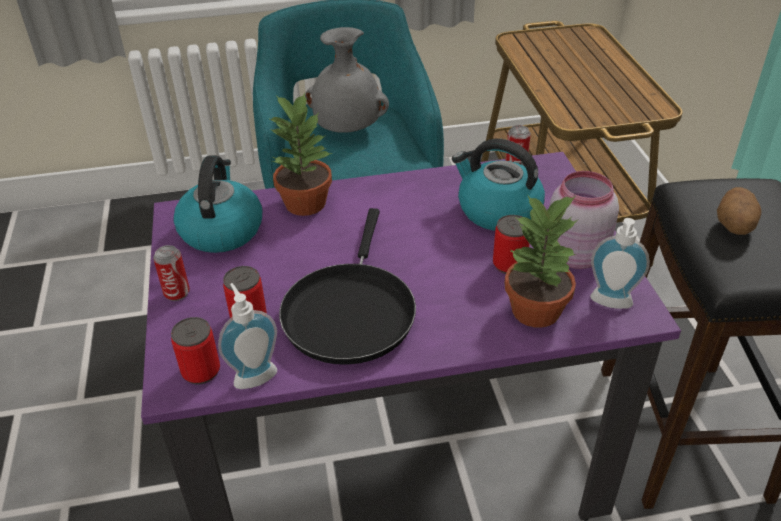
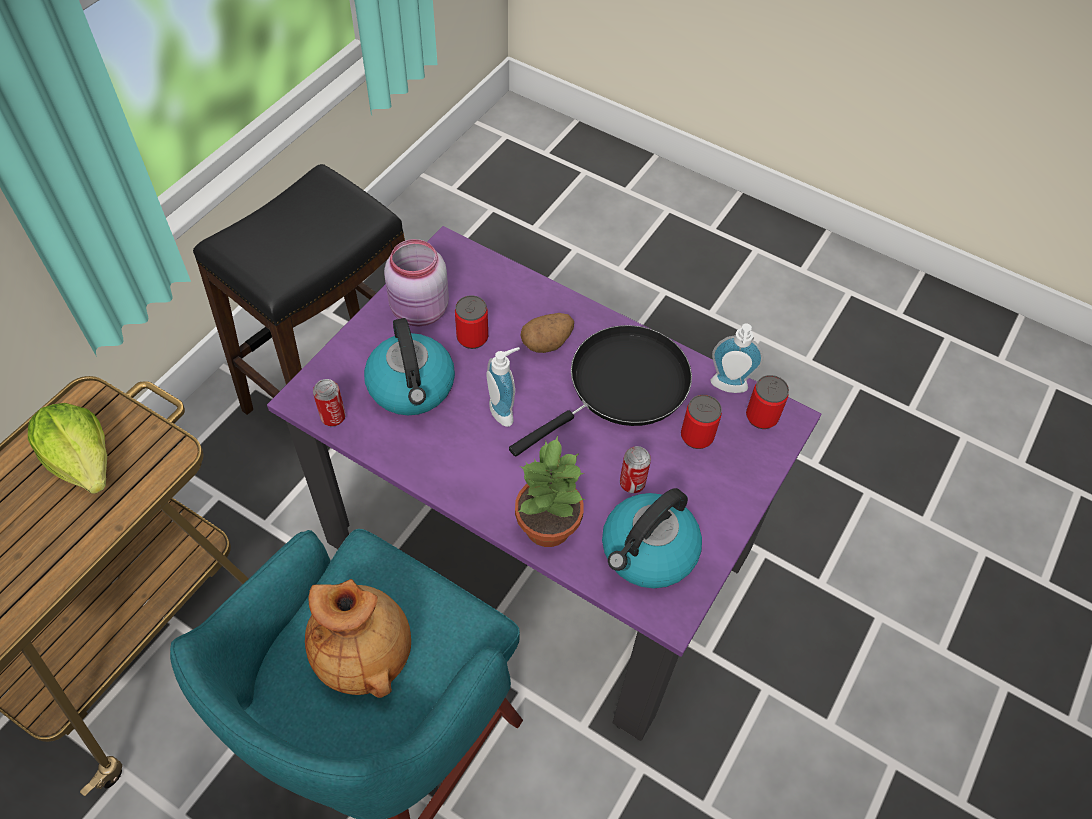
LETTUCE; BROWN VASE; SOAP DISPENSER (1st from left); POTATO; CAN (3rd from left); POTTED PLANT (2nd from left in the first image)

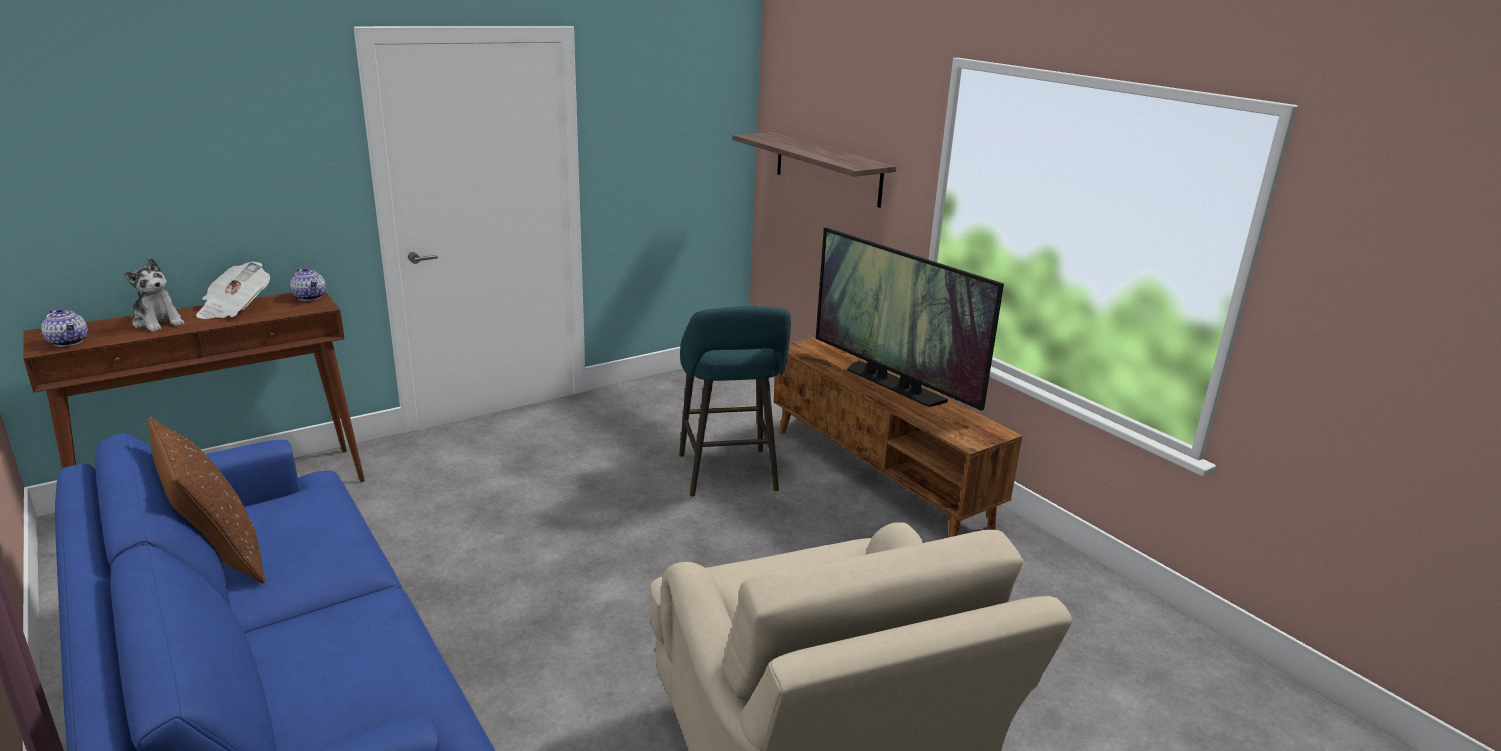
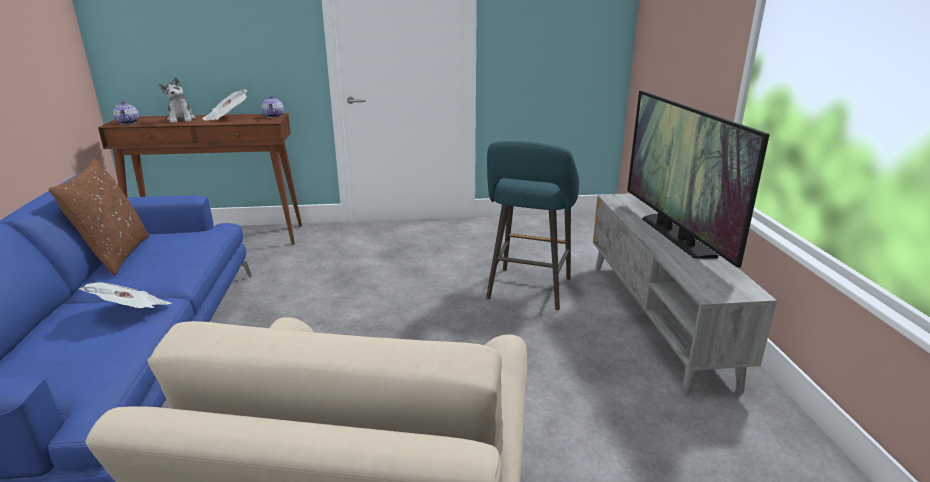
NEWSPAPER (1st from left); GREY TV STAND; SHELF

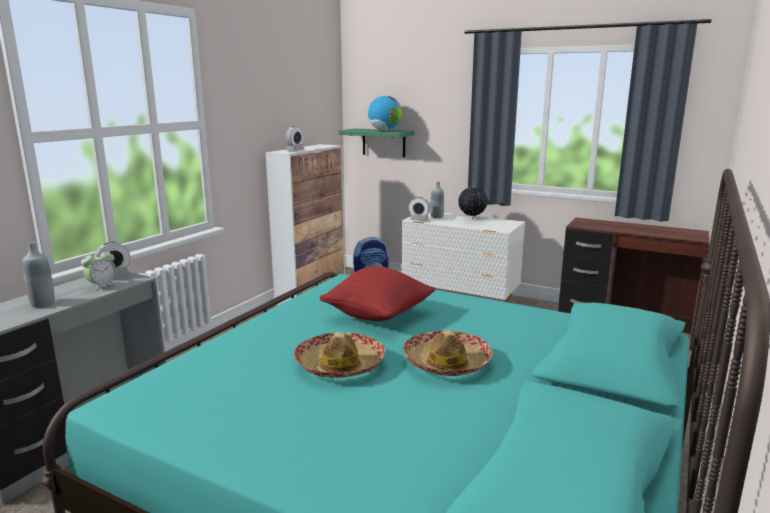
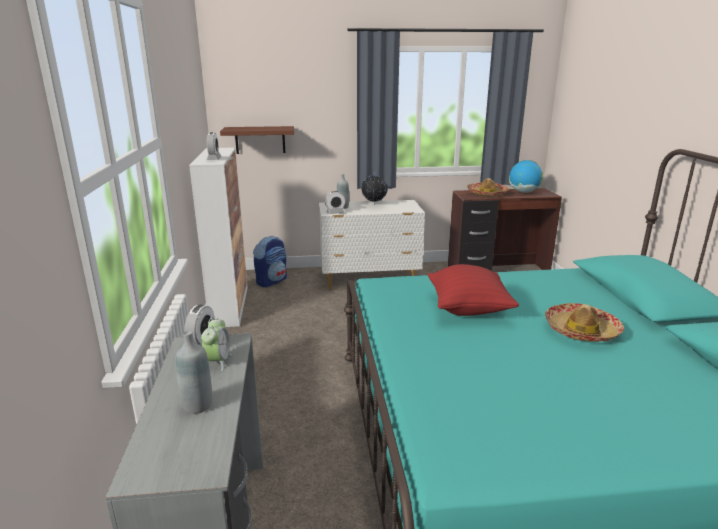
BROWN SHELF; HAT (1st from left); GLOBE (2nd from left)

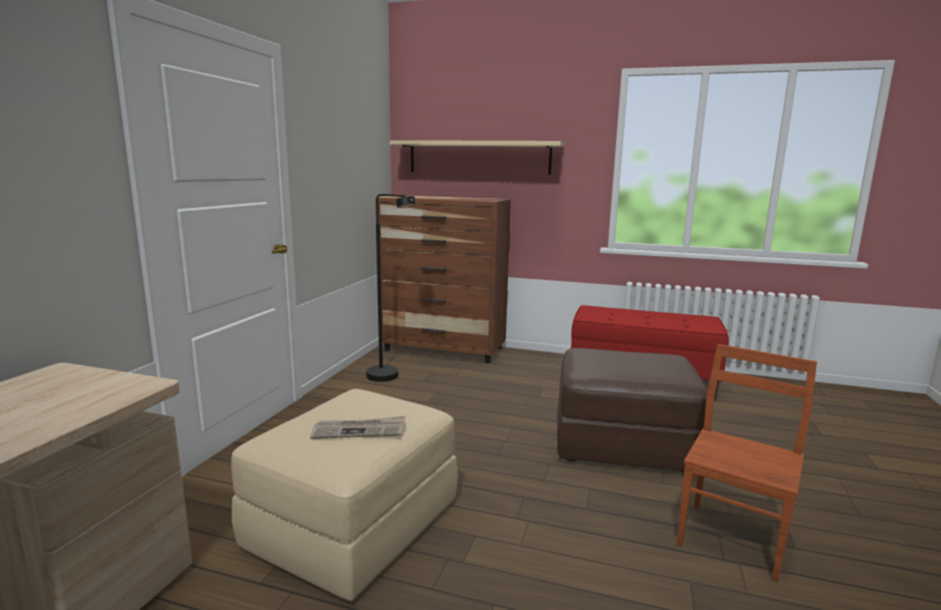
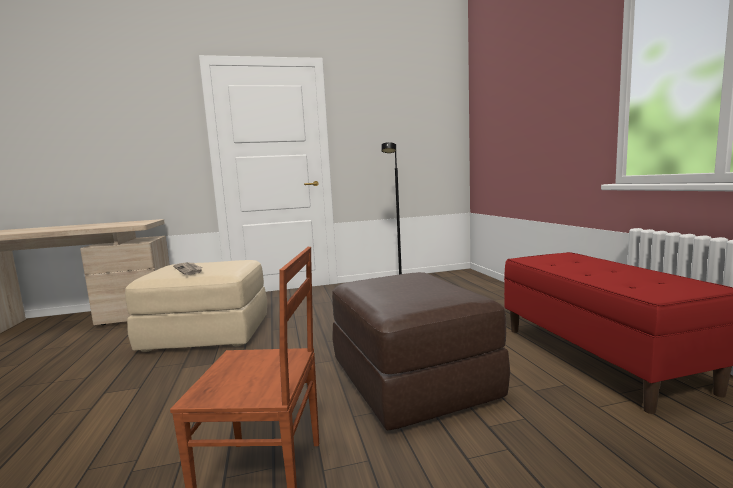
BROWN DRESSER; BEIGE SHELF

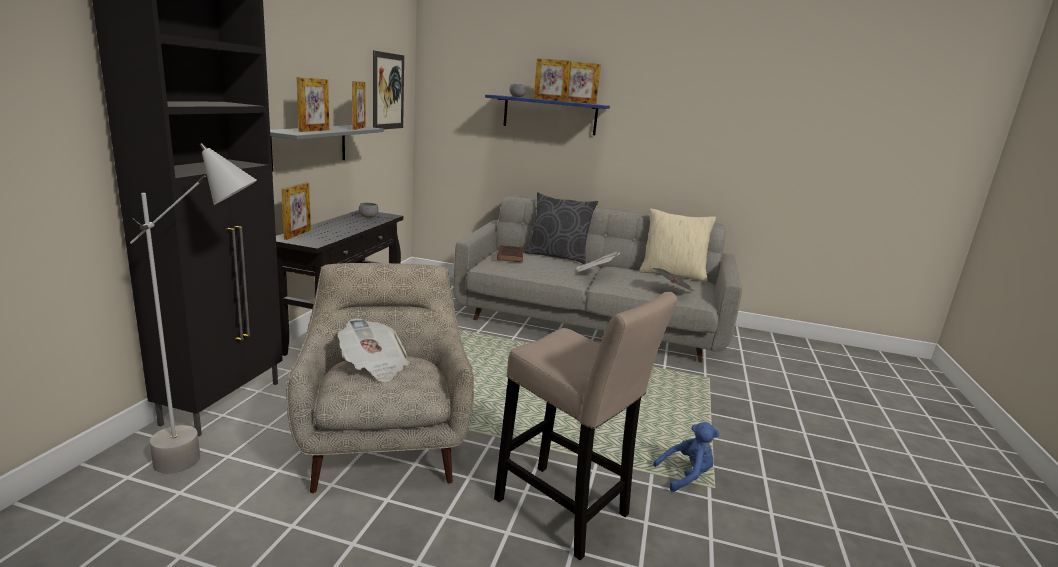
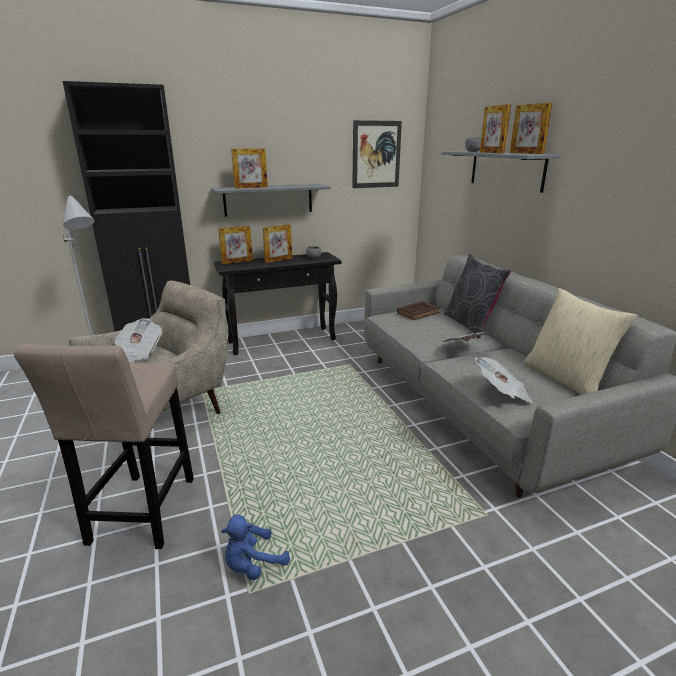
BLUE PLUSH TOY; PICTURE FRAME (3rd from left); GREY SHELF (2nd from left)

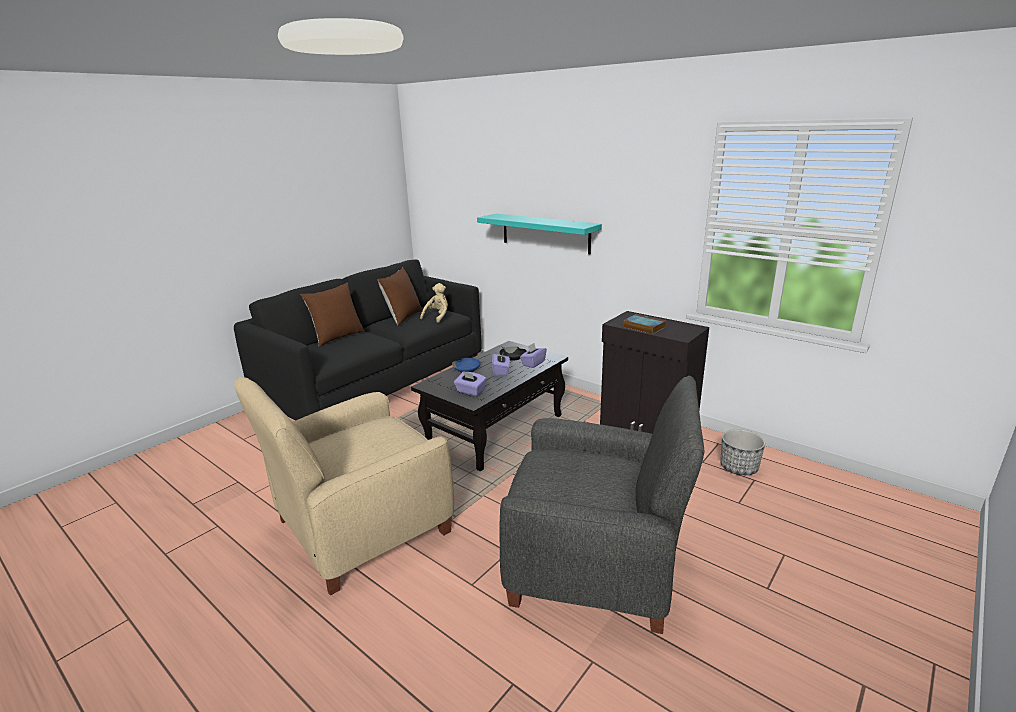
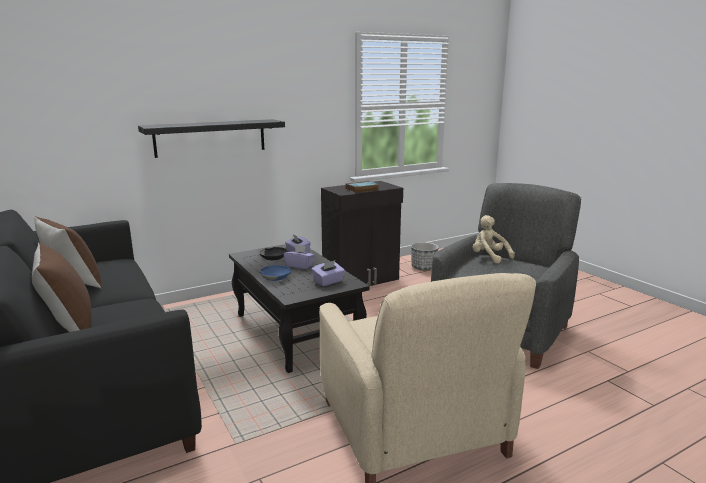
BLACK SHELF; BEIGE PLUSH TOY

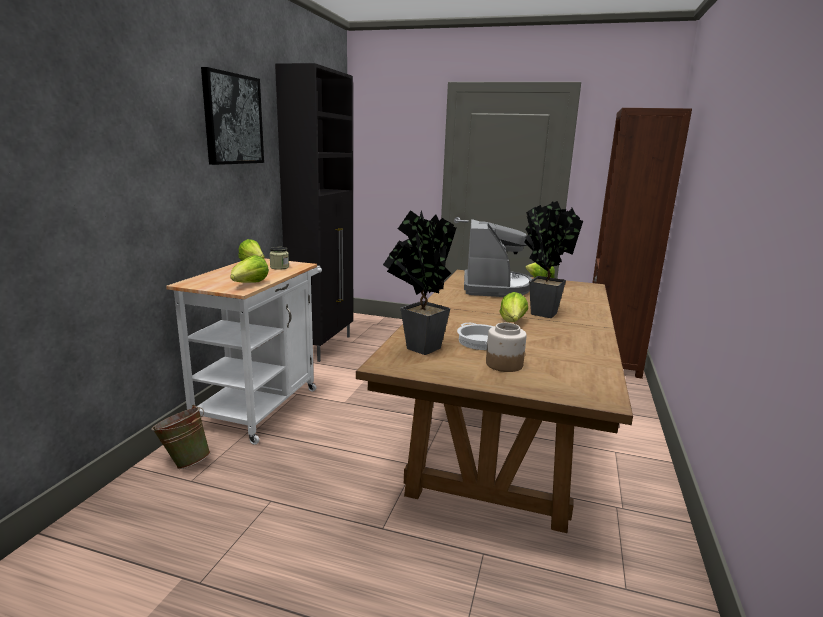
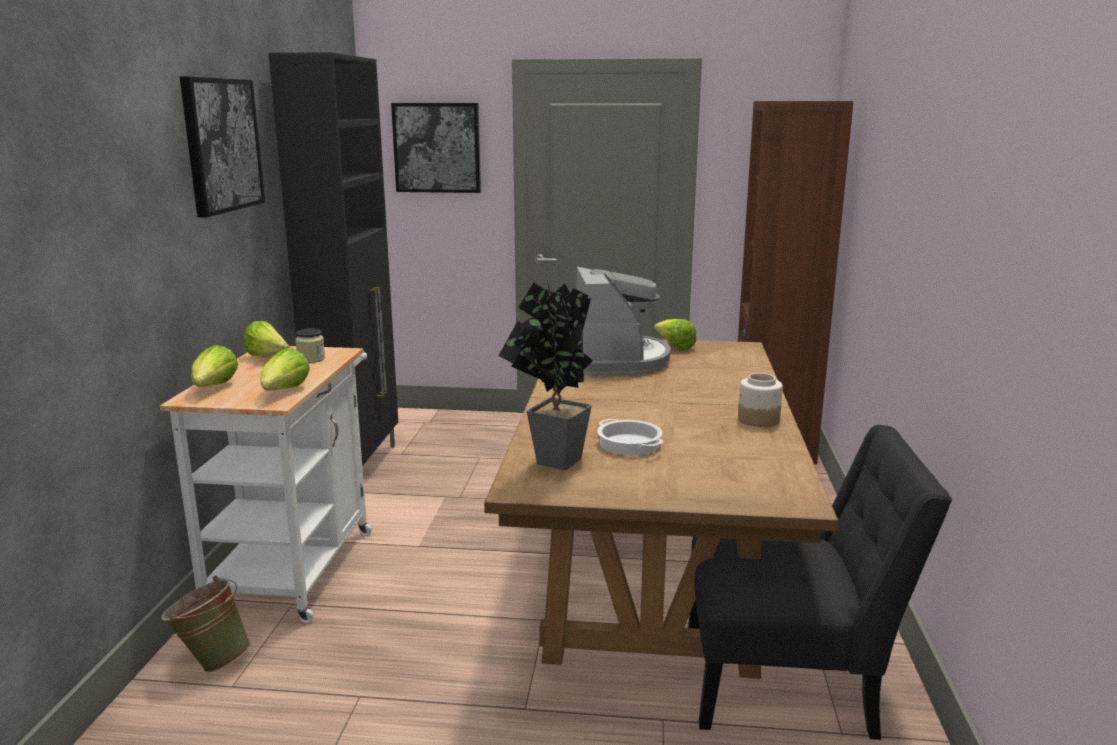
LETTUCE (1st from left); PICTURE (2nd from left); BLACK CHAIR; JAR (2nd from left); POTTED PLANT (2nd from left in the first image)

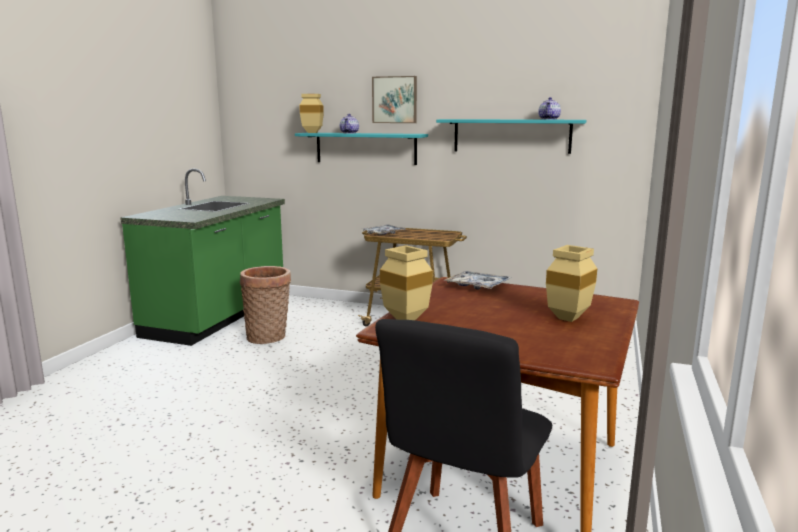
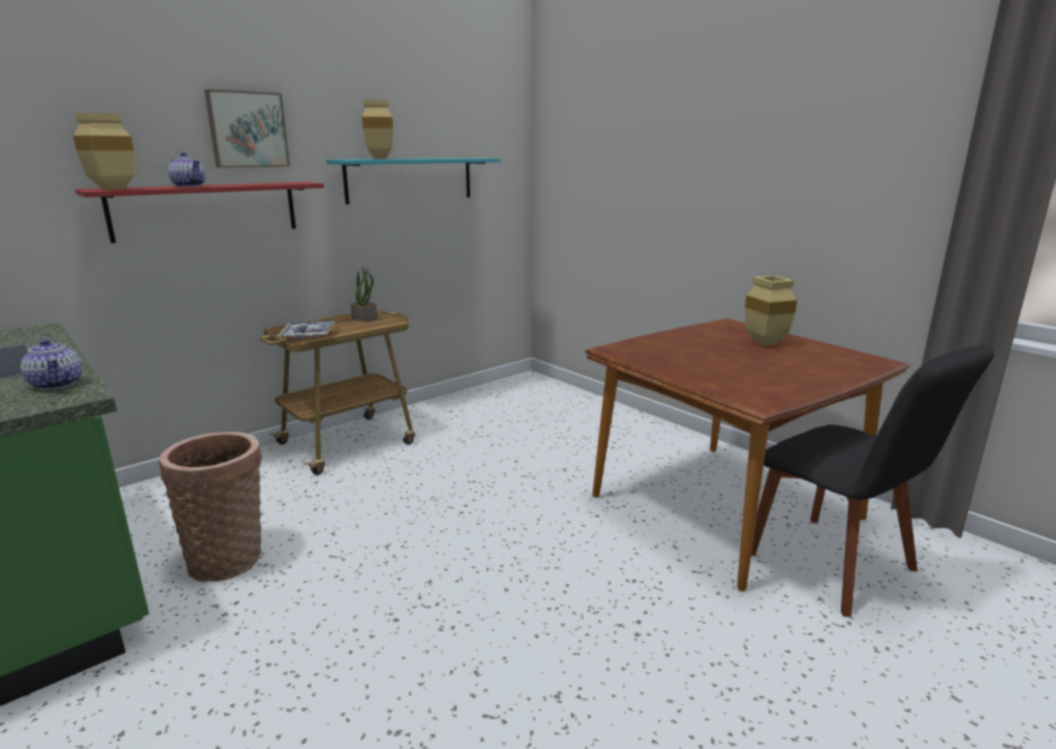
TEAPOT (1st from left); RED SHELF; POTTED PLANT; BEIGE VASE (2nd from left); TRAY (2nd from left in the first image)

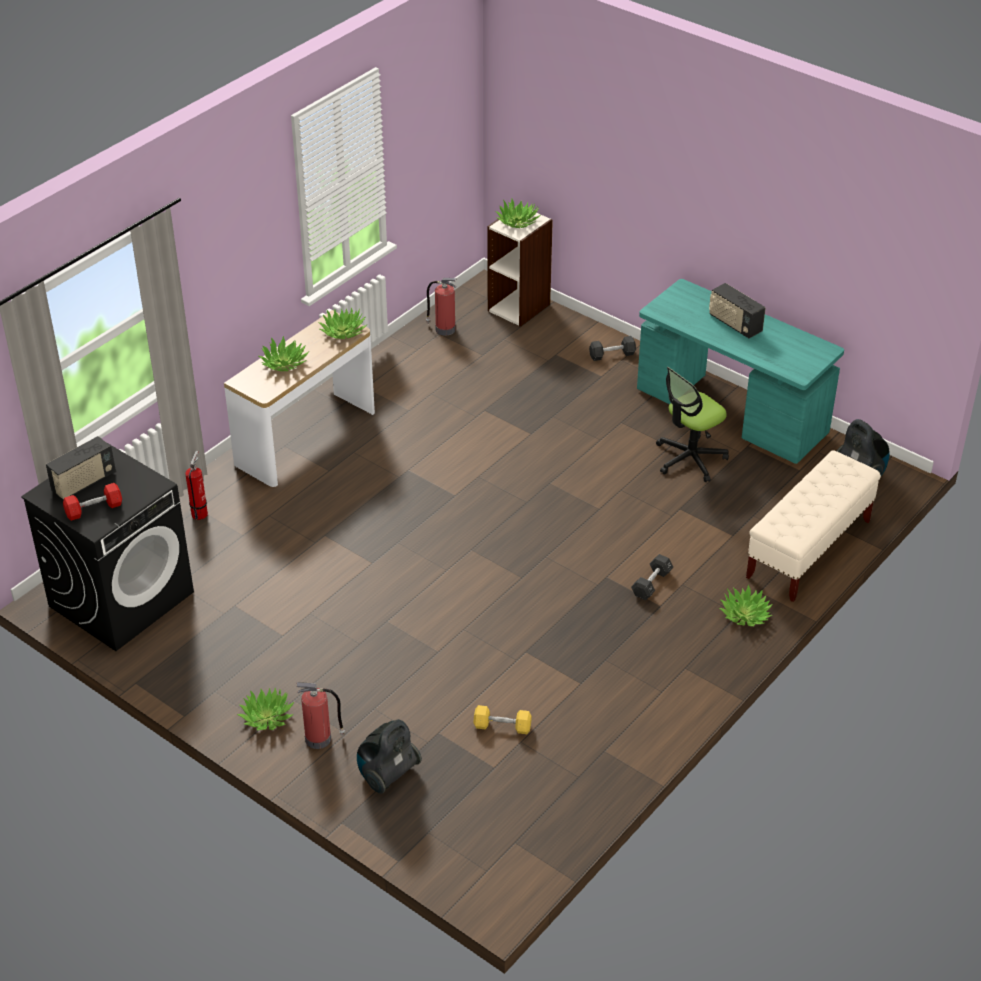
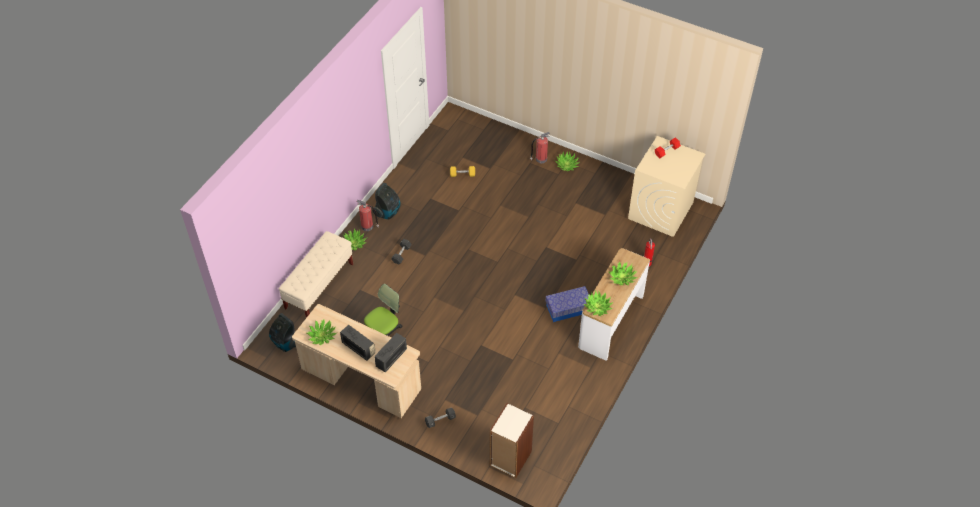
BEIGE DESK; POTTED PLANT (1st from left); FIRE EXTINGUISHER (1st from left); VACUUM CLEANER (2nd from left); RADIO (2nd from left); STORAGE BOX; BEIGE WASHING MACHINE

